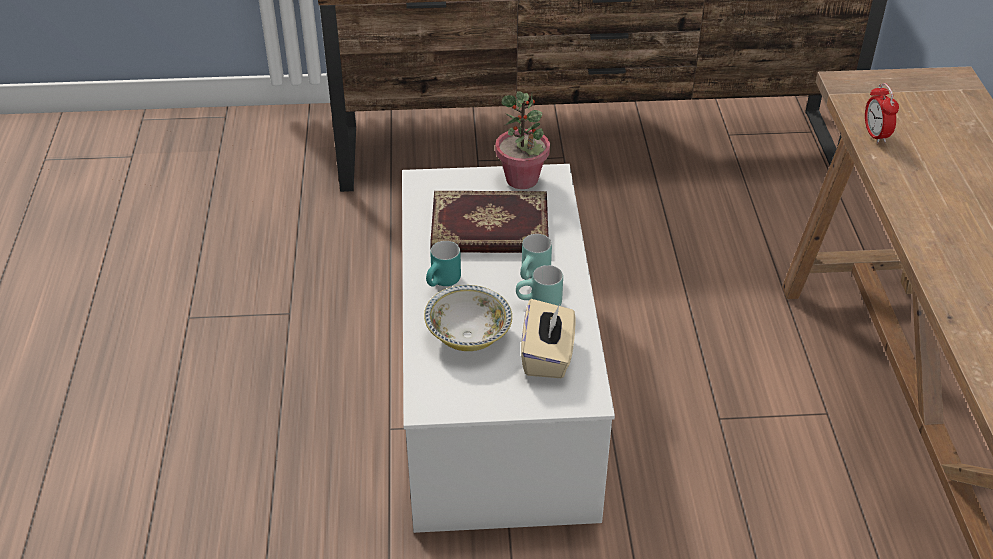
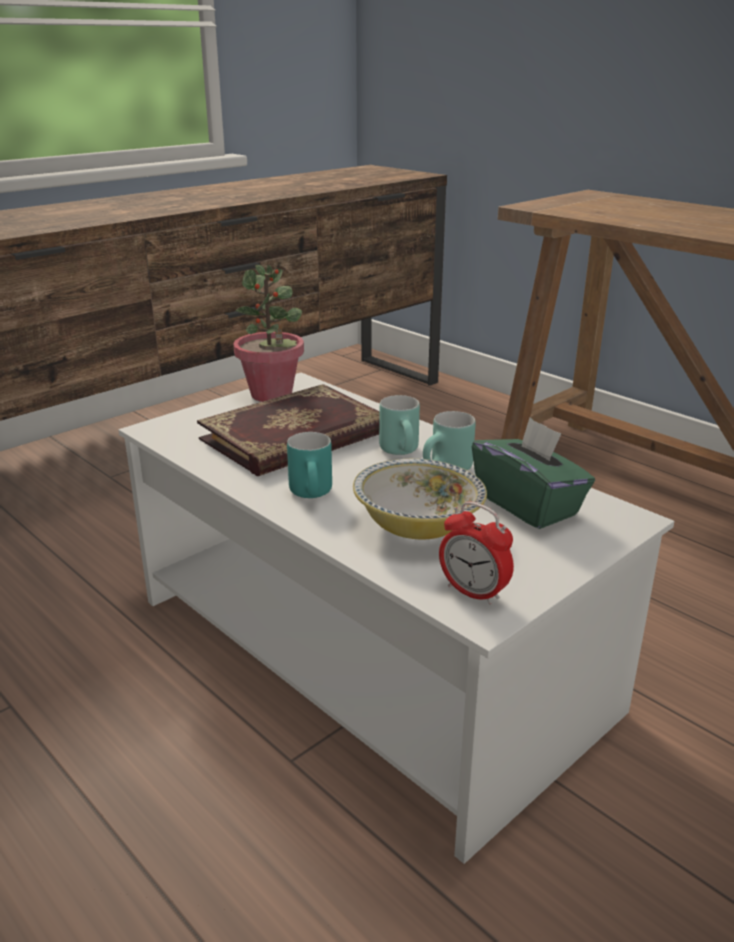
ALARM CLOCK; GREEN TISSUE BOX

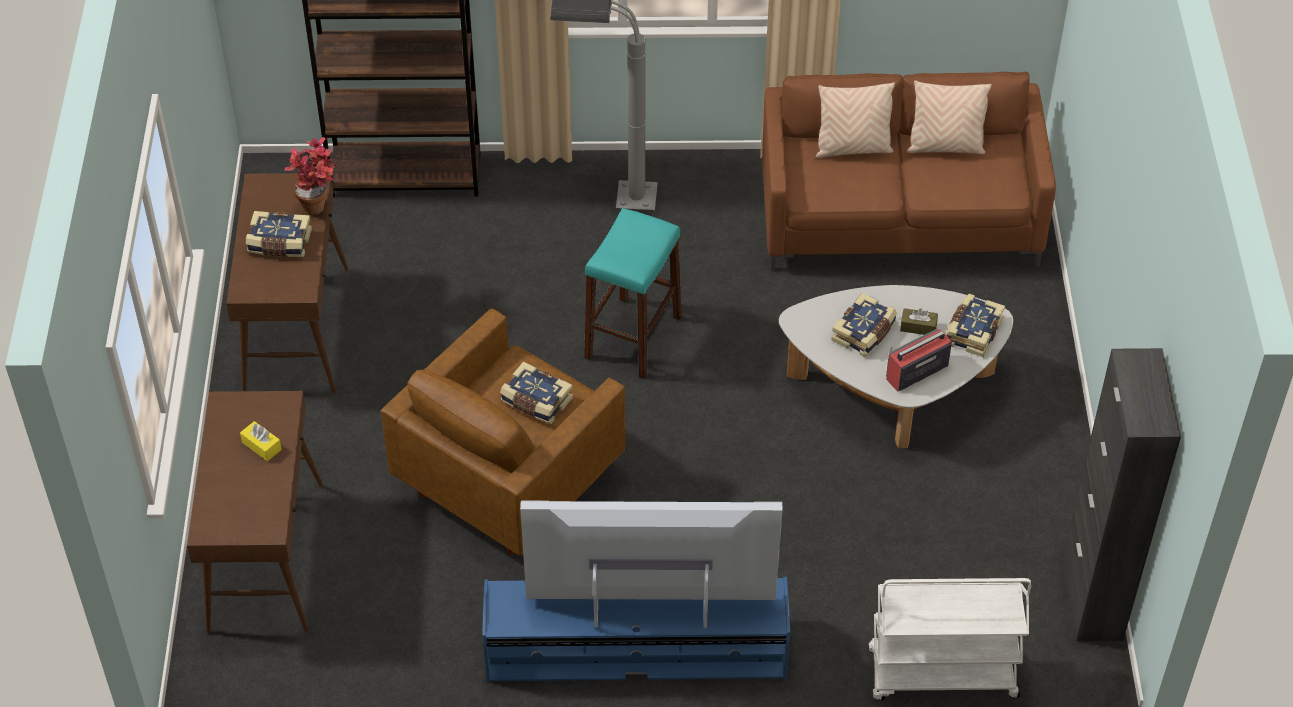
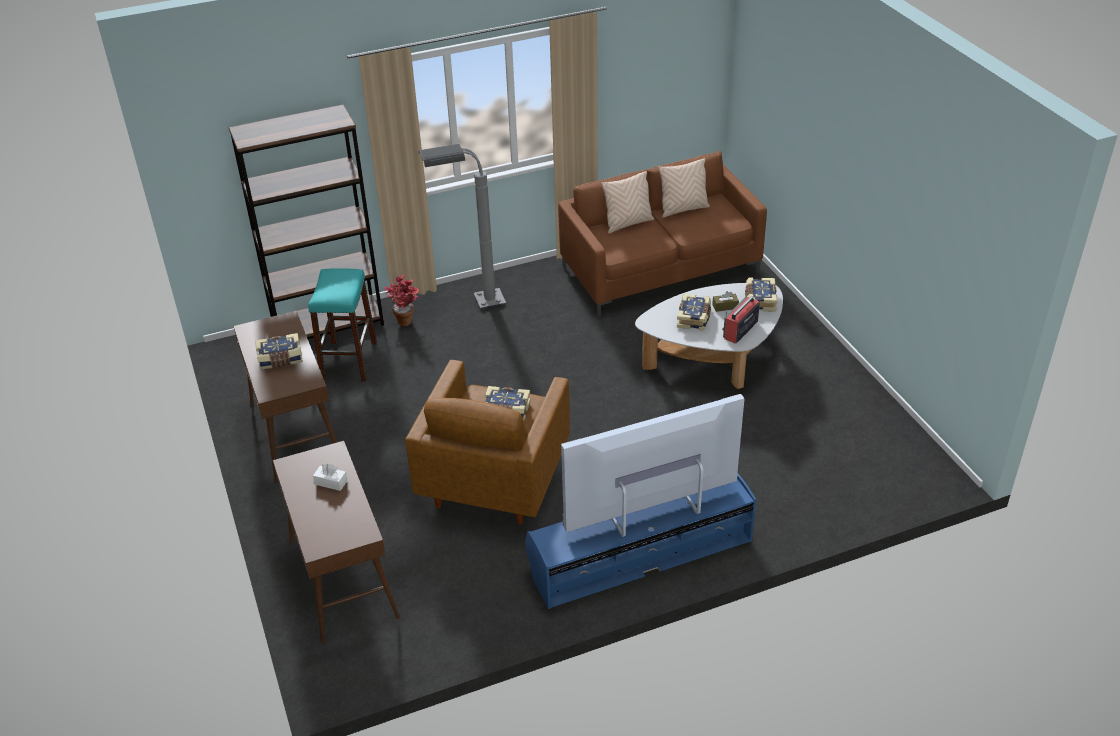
TURQUOISE STOOL; WHITE TISSUE BOX; POTTED PLANT; WHITE CART; BLACK CABINET

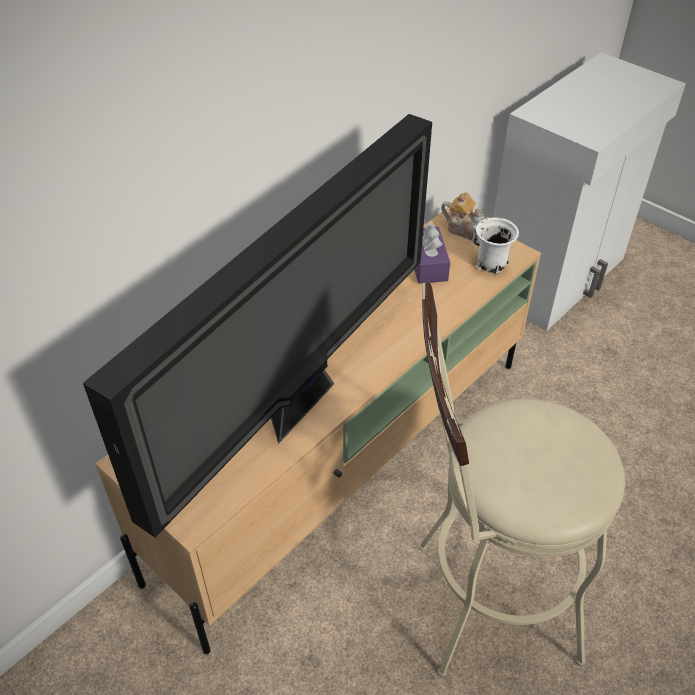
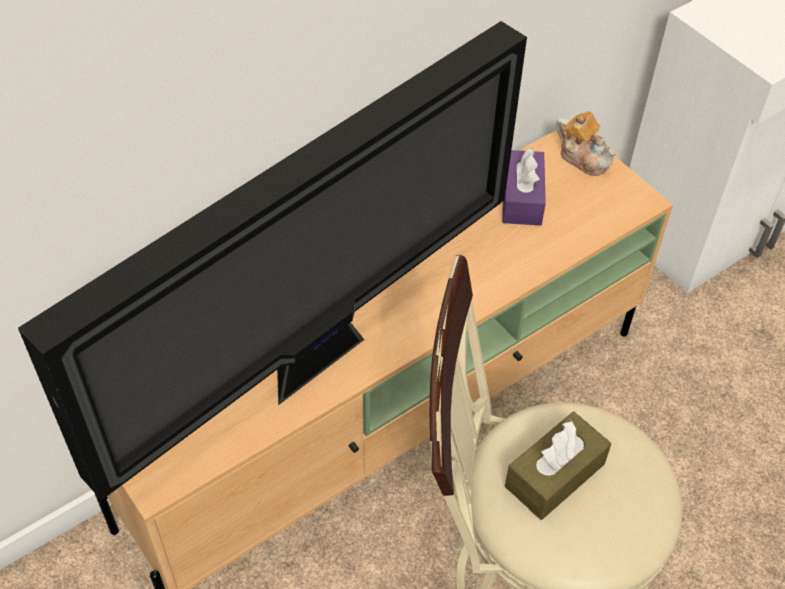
BROWN TISSUE BOX; WHITE MUG

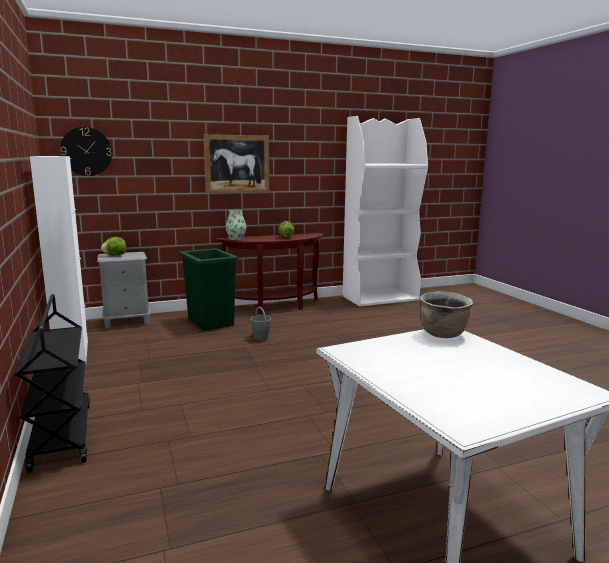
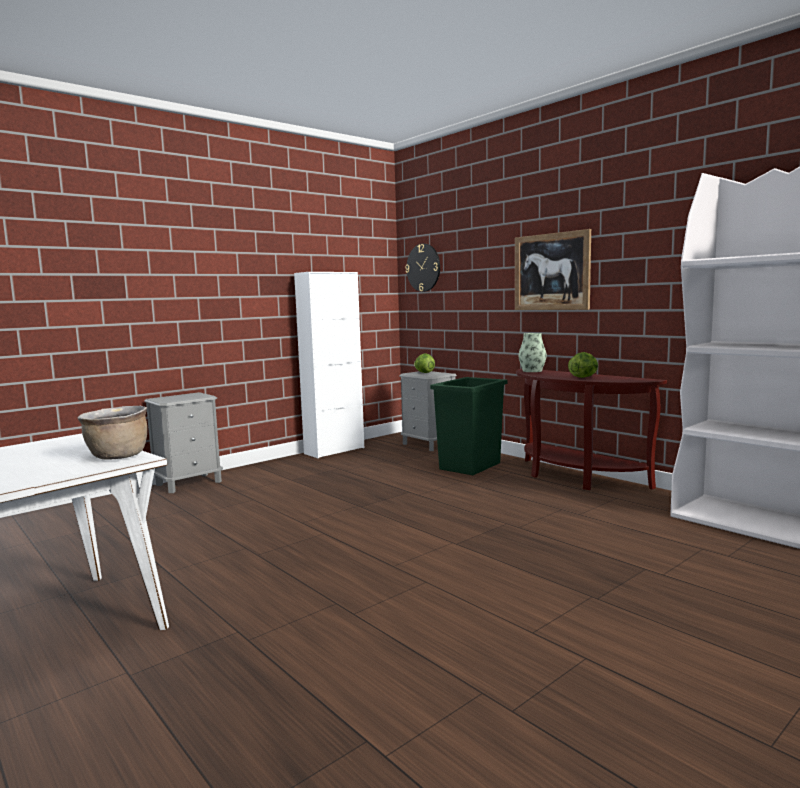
GREY NIGHTSTAND (1st from left); GREY BUCKET

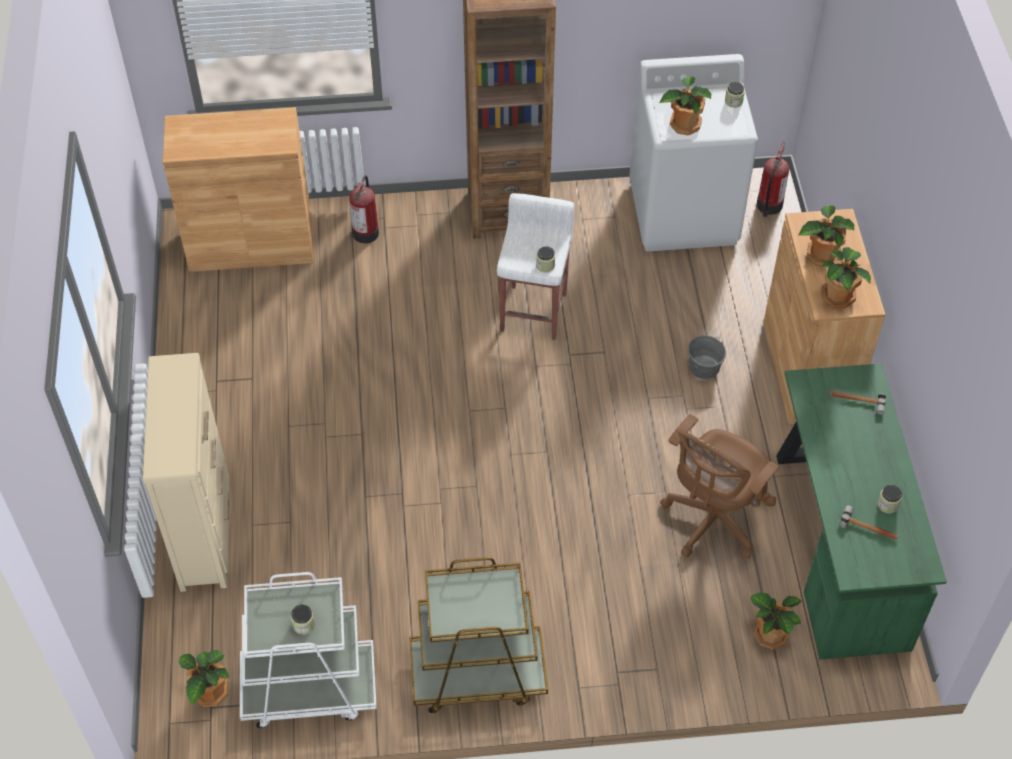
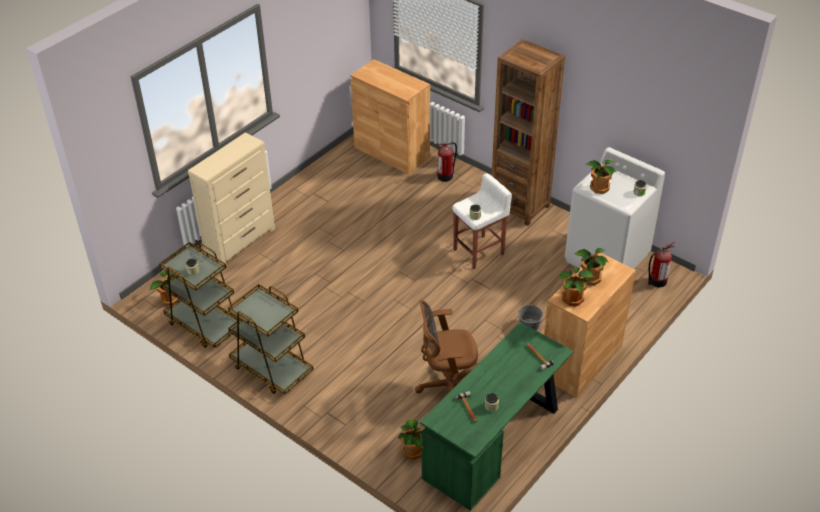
BROWN CART (1st from left)

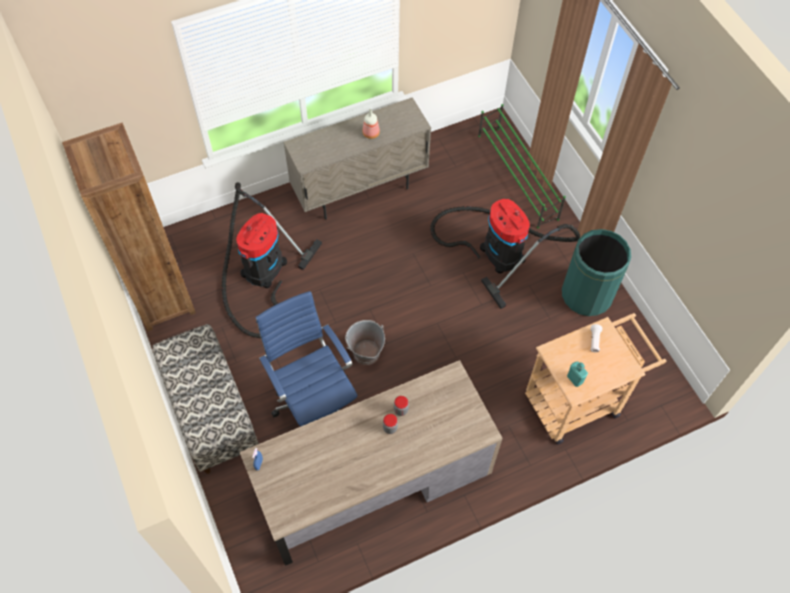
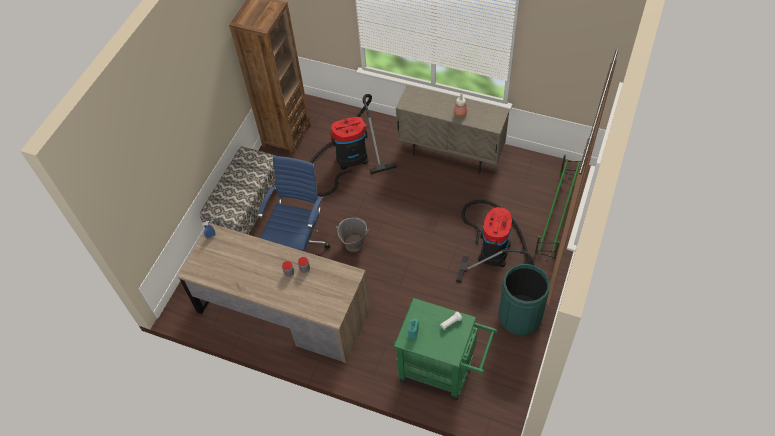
GREEN CART

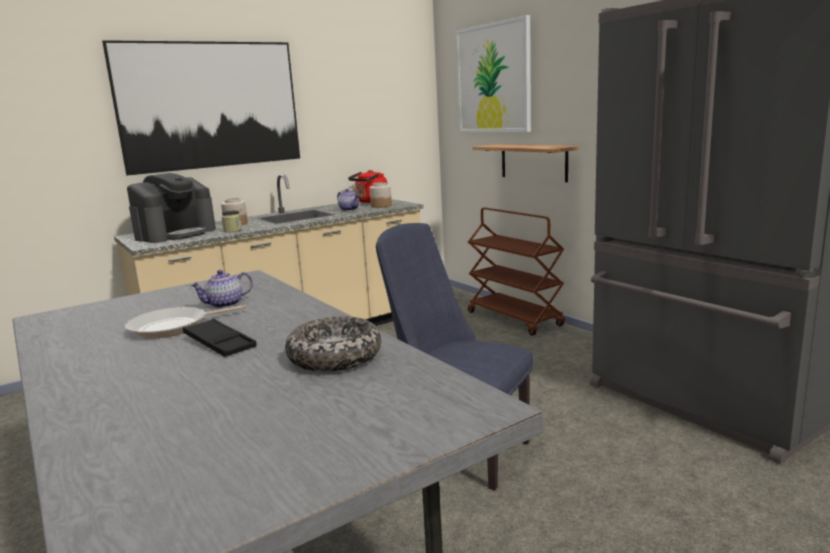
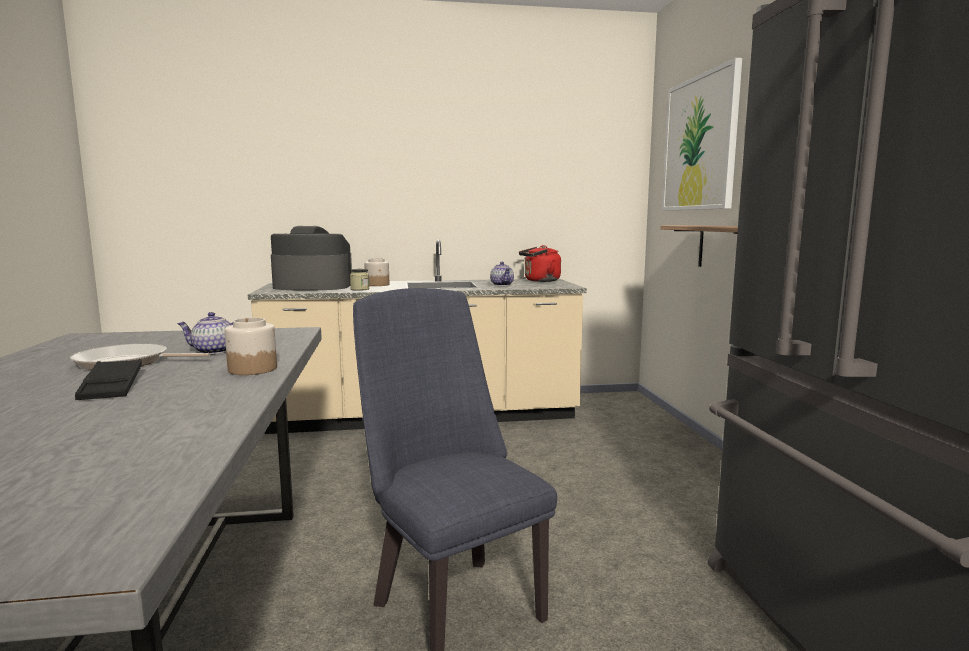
JAR (1st from left); COFFEE MACHINE; PICTURE (1st from left in the first image); BOWL; BROWN CART

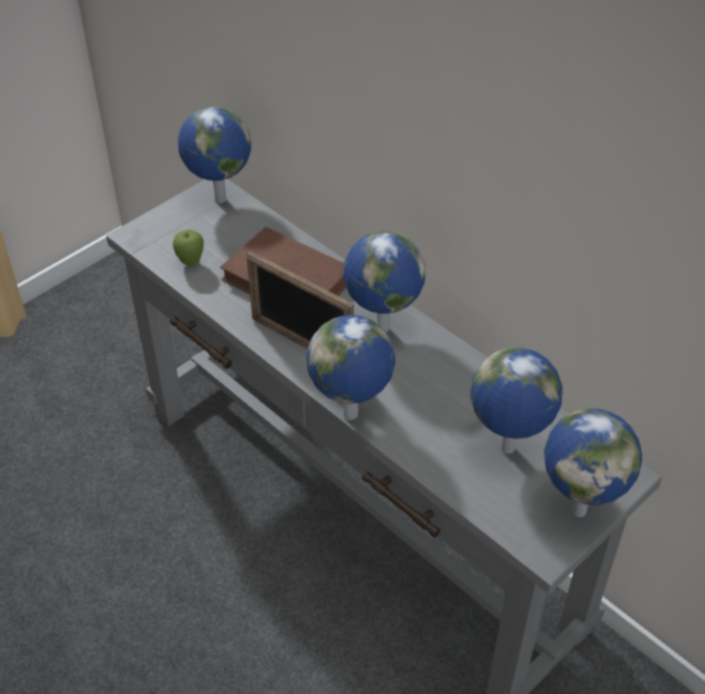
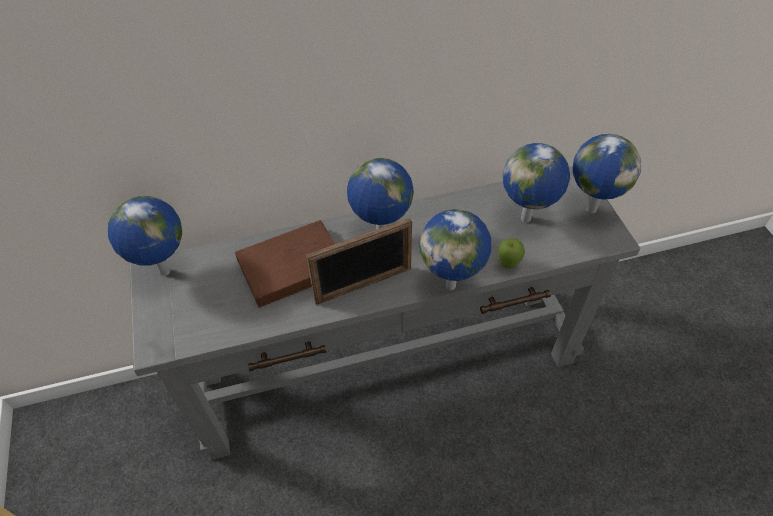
APPLE

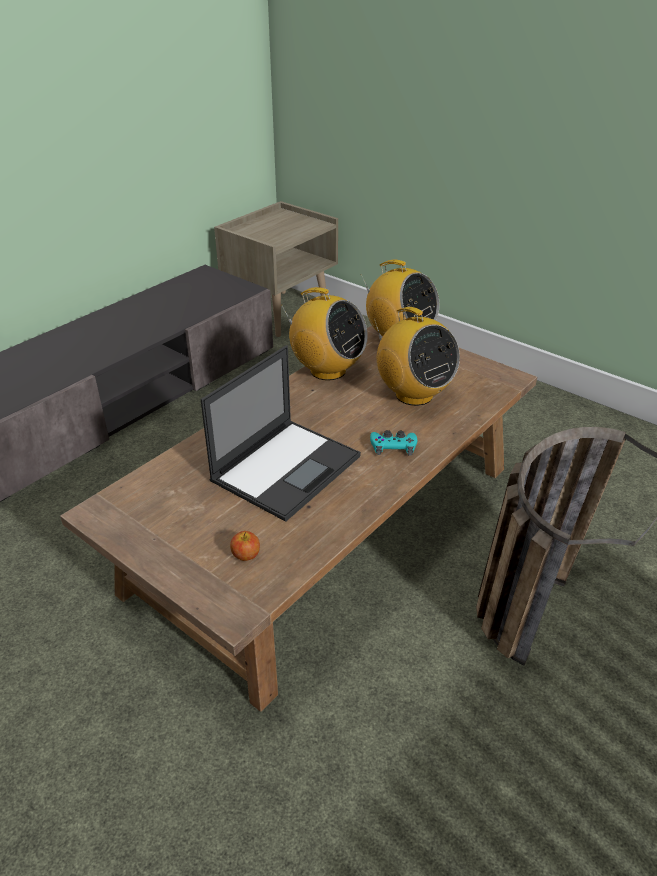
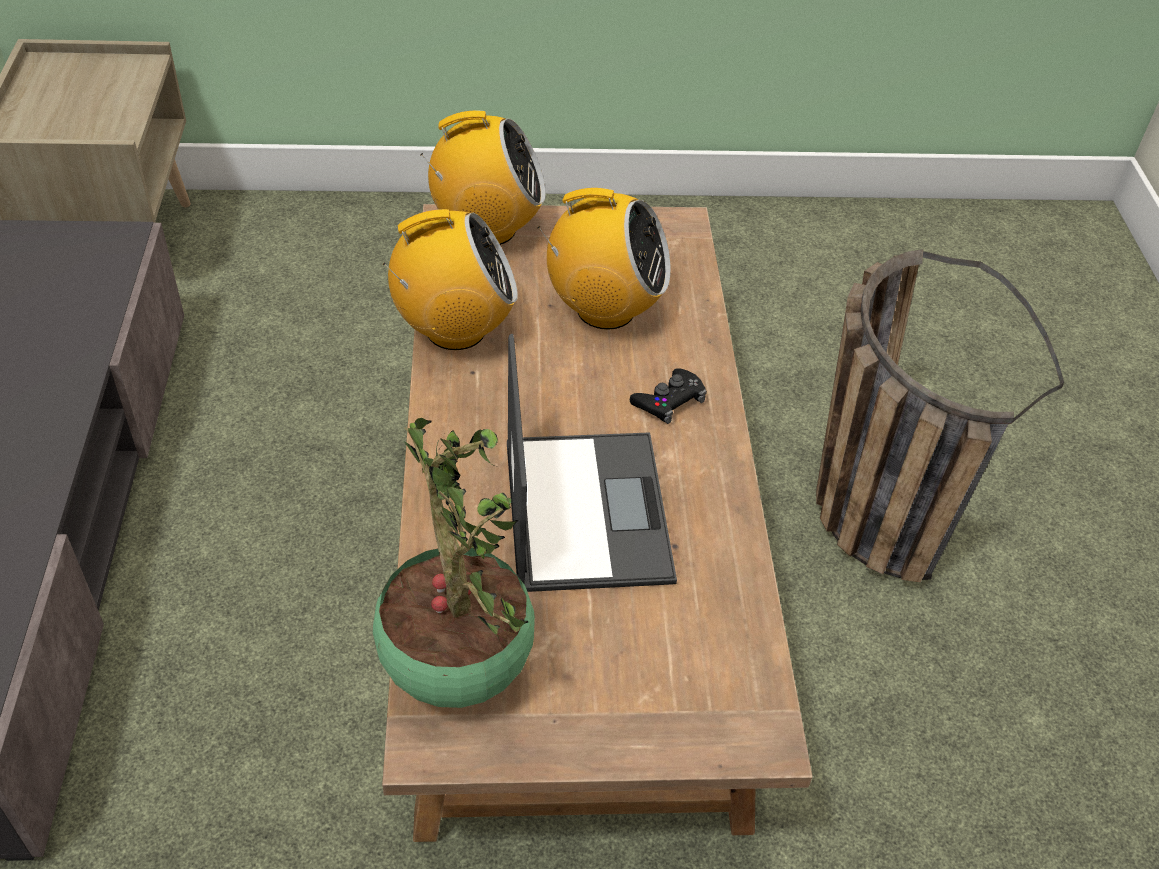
POTTED PLANT; BLACK GAME CONTROLLER; APPLE

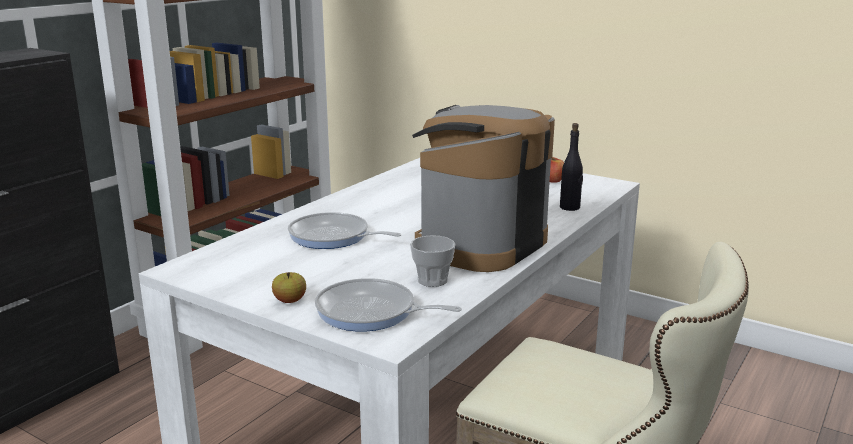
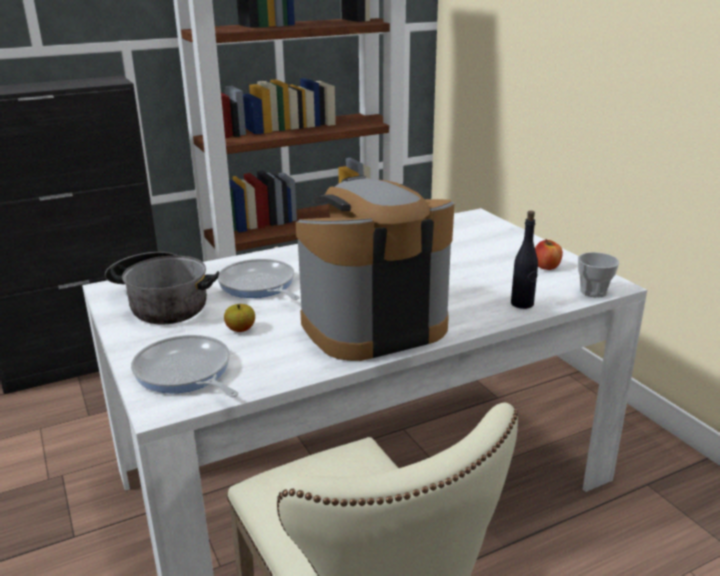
COOKING POT; APPLE (1st from left); CUP

